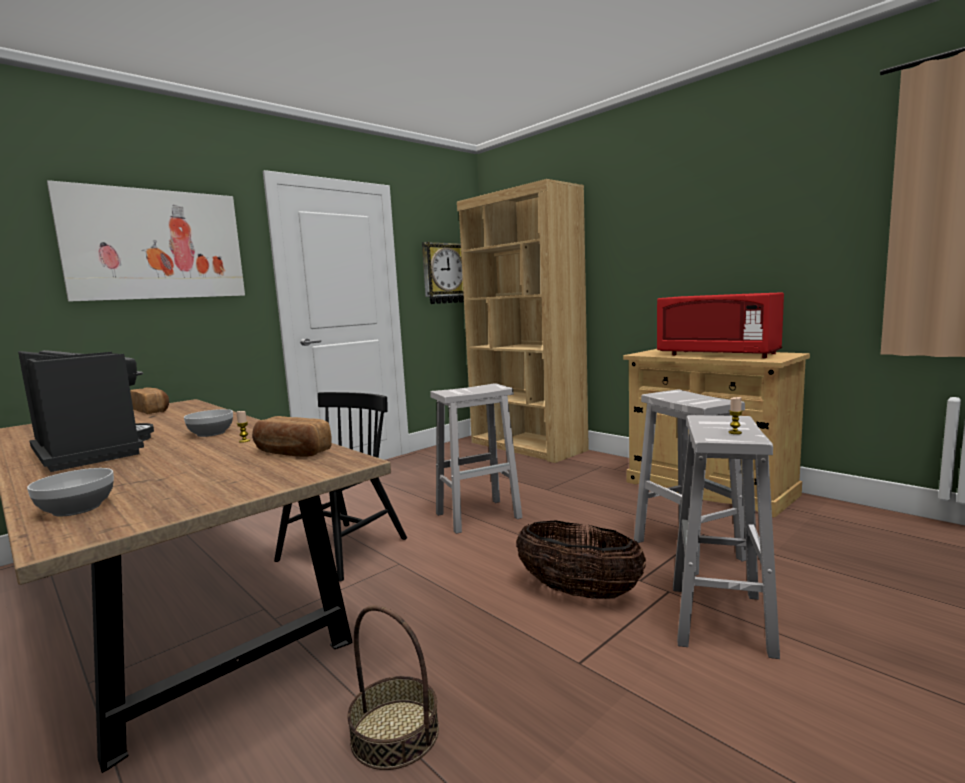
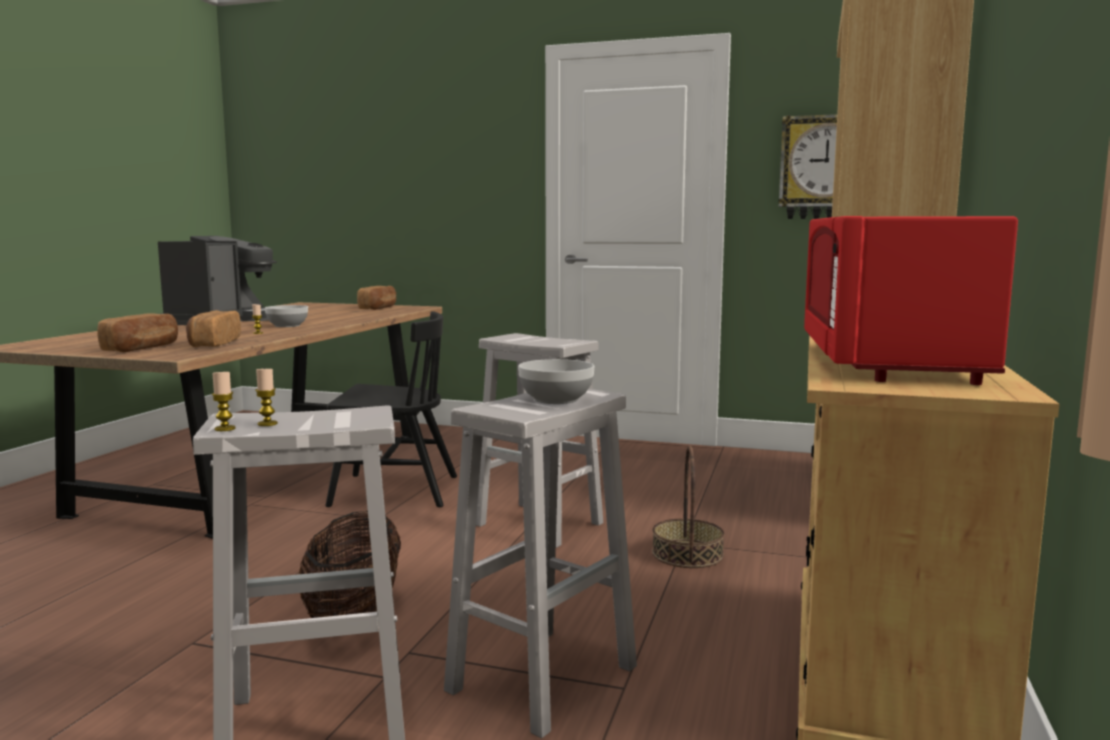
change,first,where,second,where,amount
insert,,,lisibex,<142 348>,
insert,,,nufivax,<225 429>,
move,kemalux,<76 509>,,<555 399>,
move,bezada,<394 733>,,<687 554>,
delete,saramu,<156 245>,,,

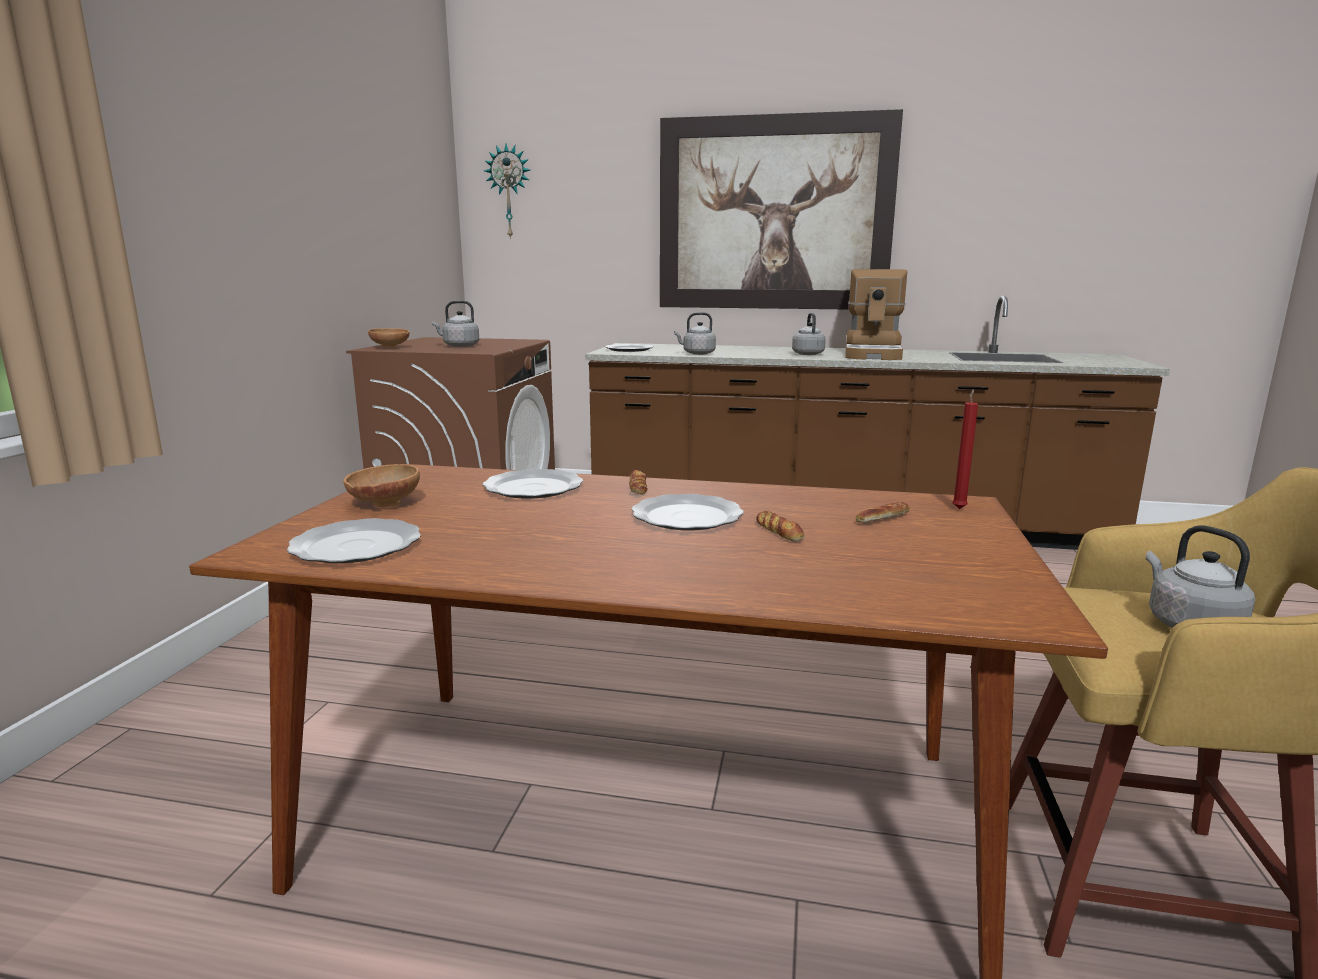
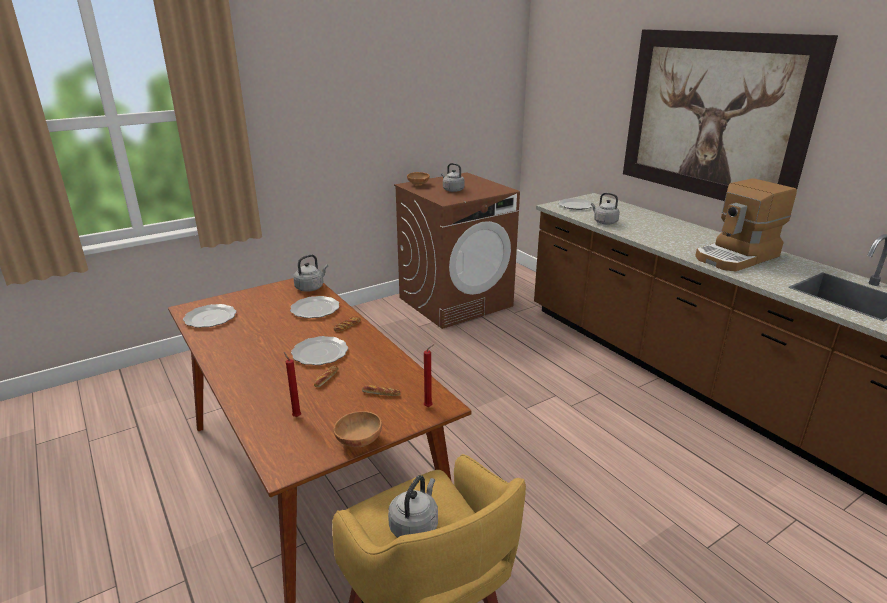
change,first,where,second,where,amount
insert,,,red_nufivax,<296 416>,
move,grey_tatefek,<807 354>,,<311 287>,
move,brown_kemalux,<383 504>,,<358 441>,
delete,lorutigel,<509 192>,,,

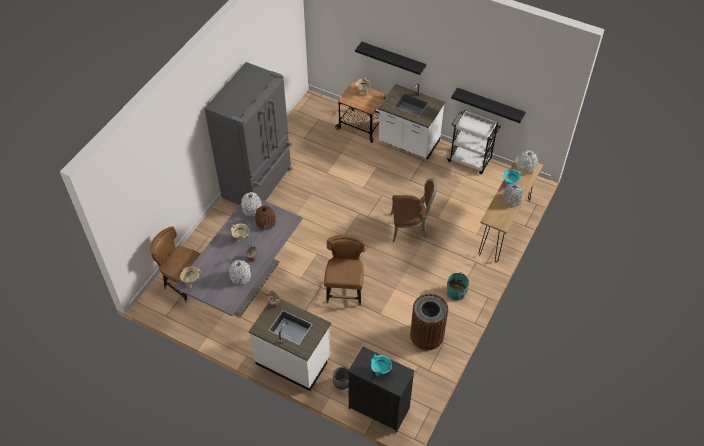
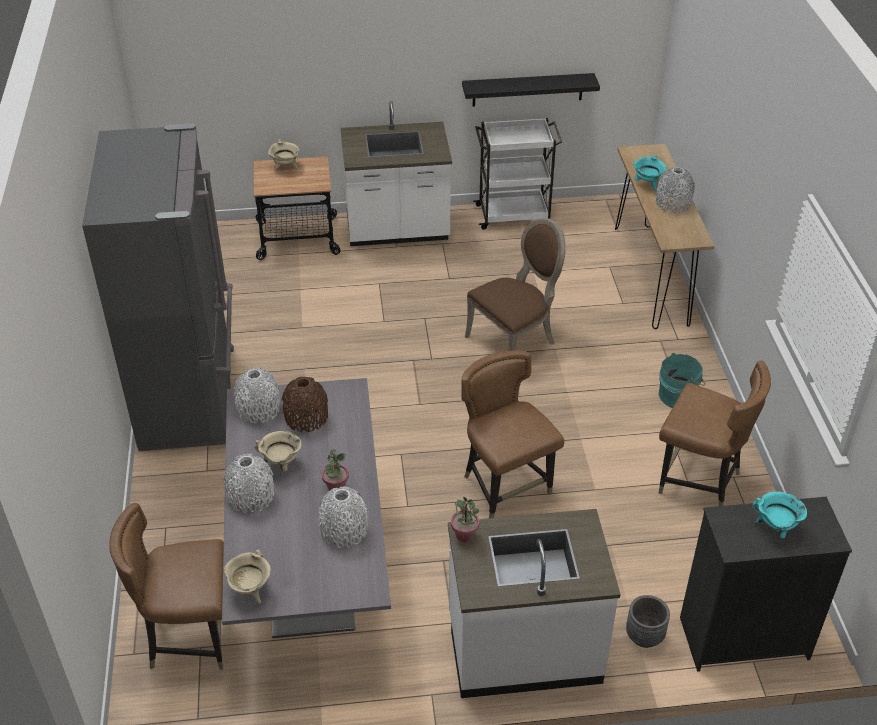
change,first,where,second,where,amount
move,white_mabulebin,<526 167>,,<251 496>,
replace,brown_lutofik,<427 335>,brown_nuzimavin,<699 480>,
delete,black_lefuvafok,<393 58>,,,

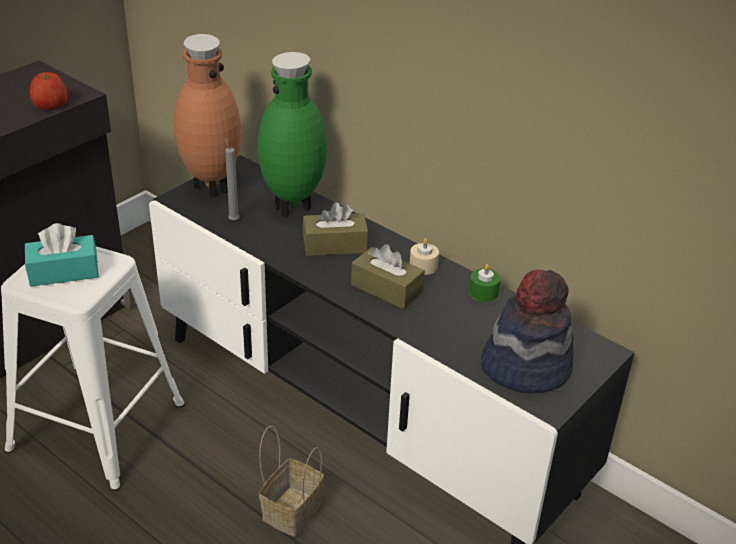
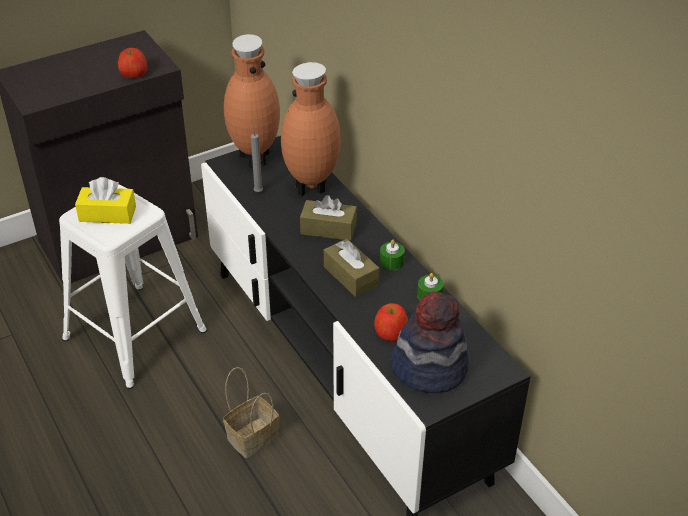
change,first,where,second,where,amount
recolor,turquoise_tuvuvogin,<64 272>,yellow_tuvuvogin,<107 214>,
recolor,green_mabulebin,<294 207>,brown_mabulebin,<312 188>,
insert,,,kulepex,<391 332>,
recolor,beige_nufivax,<423 266>,green_nufivax,<391 262>,

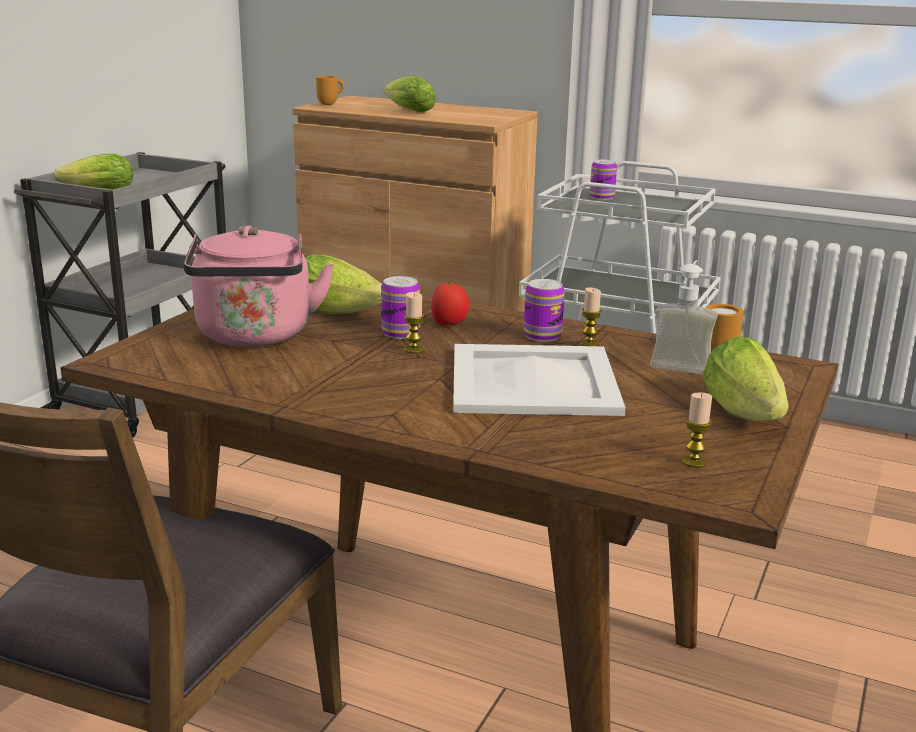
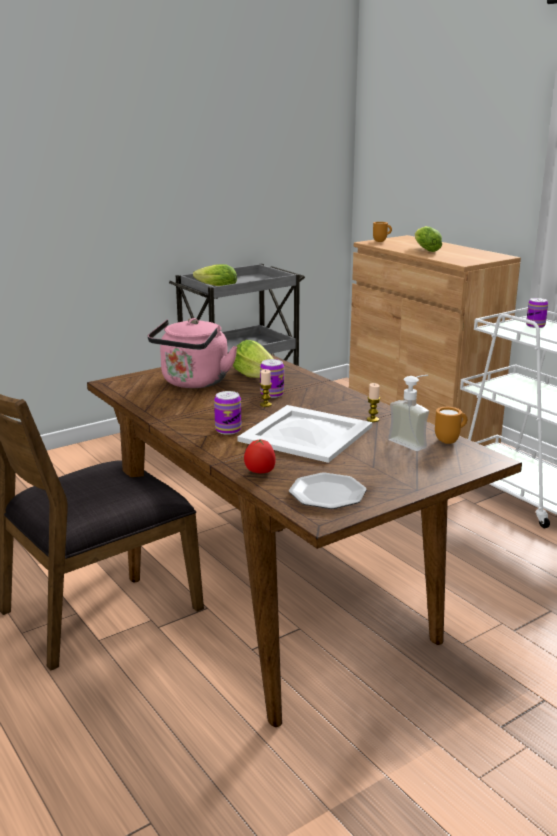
change,first,where,second,where,amount
move,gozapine,<542 336>,,<228 430>,
move,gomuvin,<449 324>,,<259 472>,
replace,nufivax,<694 462>,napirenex,<328 494>,
delete,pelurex,<746 414>,,,

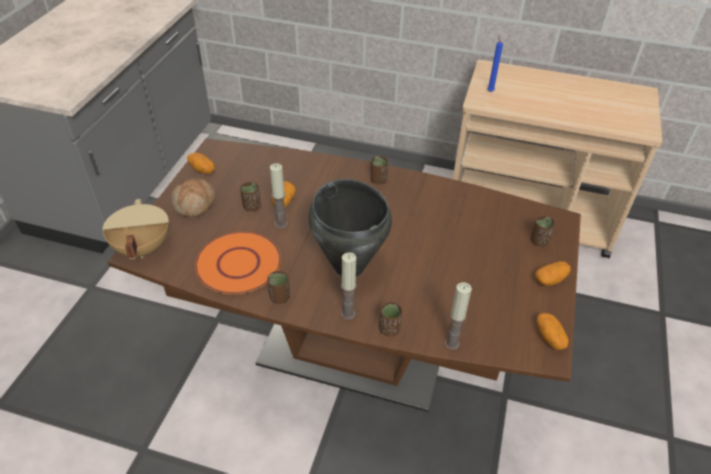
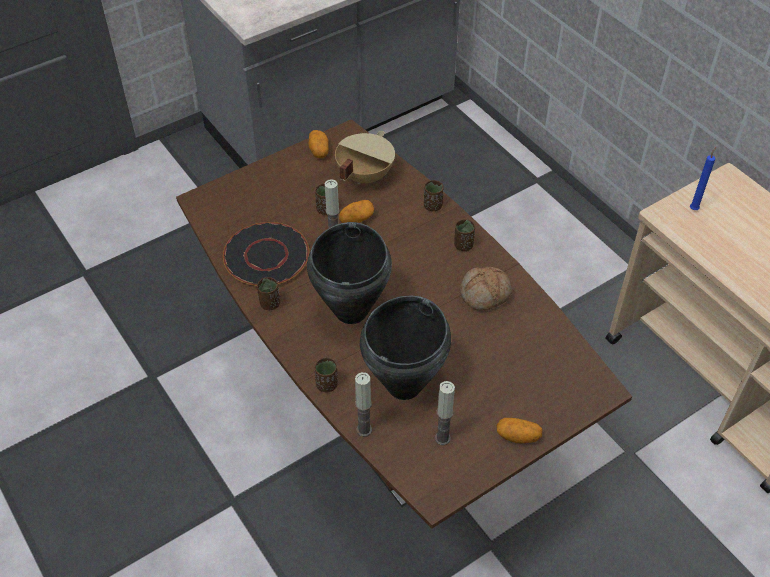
change,first,where,second,where,amount
recolor,orange_napirenex,<238 264>,black_napirenex,<266 255>,
move,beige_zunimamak,<141 248>,,<363 175>,
insert,,,black_zunimamak,<405 385>,
move,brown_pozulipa,<539 241>,,<433 206>,
move,nufivax,<348 314>,,<442 438>,
move,lisibex,<195 204>,,<485 294>,
delete,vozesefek,<549 337>,,,

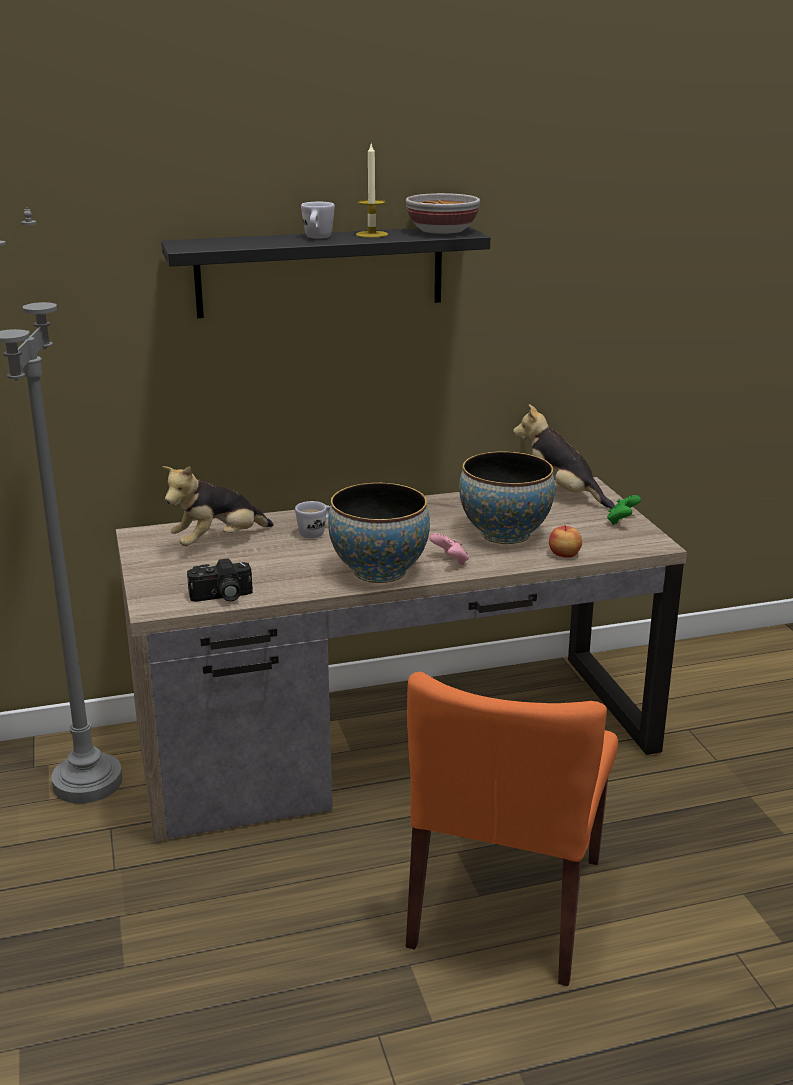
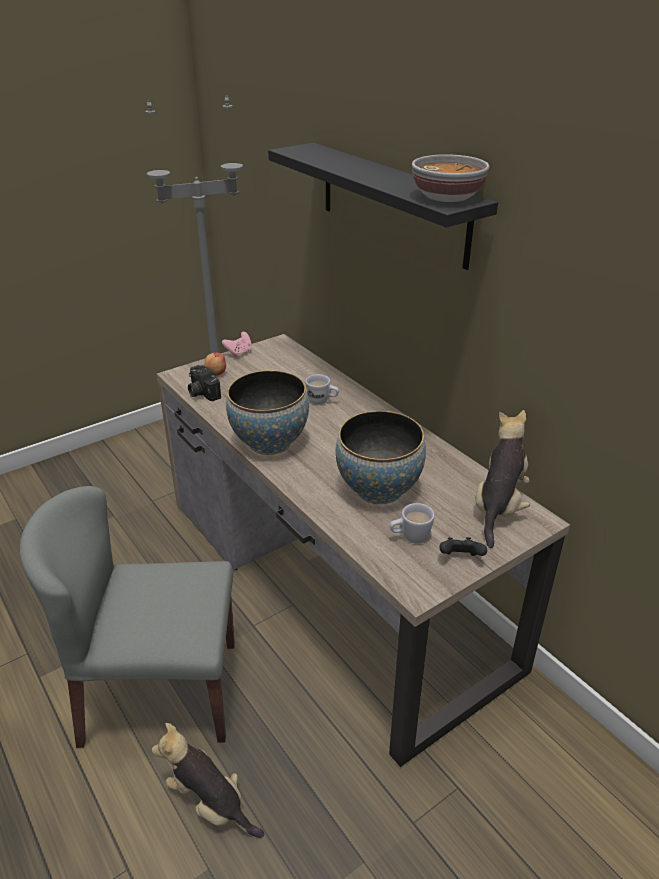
change,first,where,second,where,amount
recolor,orange_nuzimavin,<507 903>,grey_nuzimavin,<159 692>,
move,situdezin,<218 542>,,<210 803>,
move,kulepex,<564 555>,,<216 373>,
move,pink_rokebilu,<450 561>,,<239 353>,
move,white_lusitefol,<317 238>,,<410 537>,
recolor,green_rokebilu,<622 521>,black_rokebilu,<460 558>,
delete,nufivax,<371 234>,,,

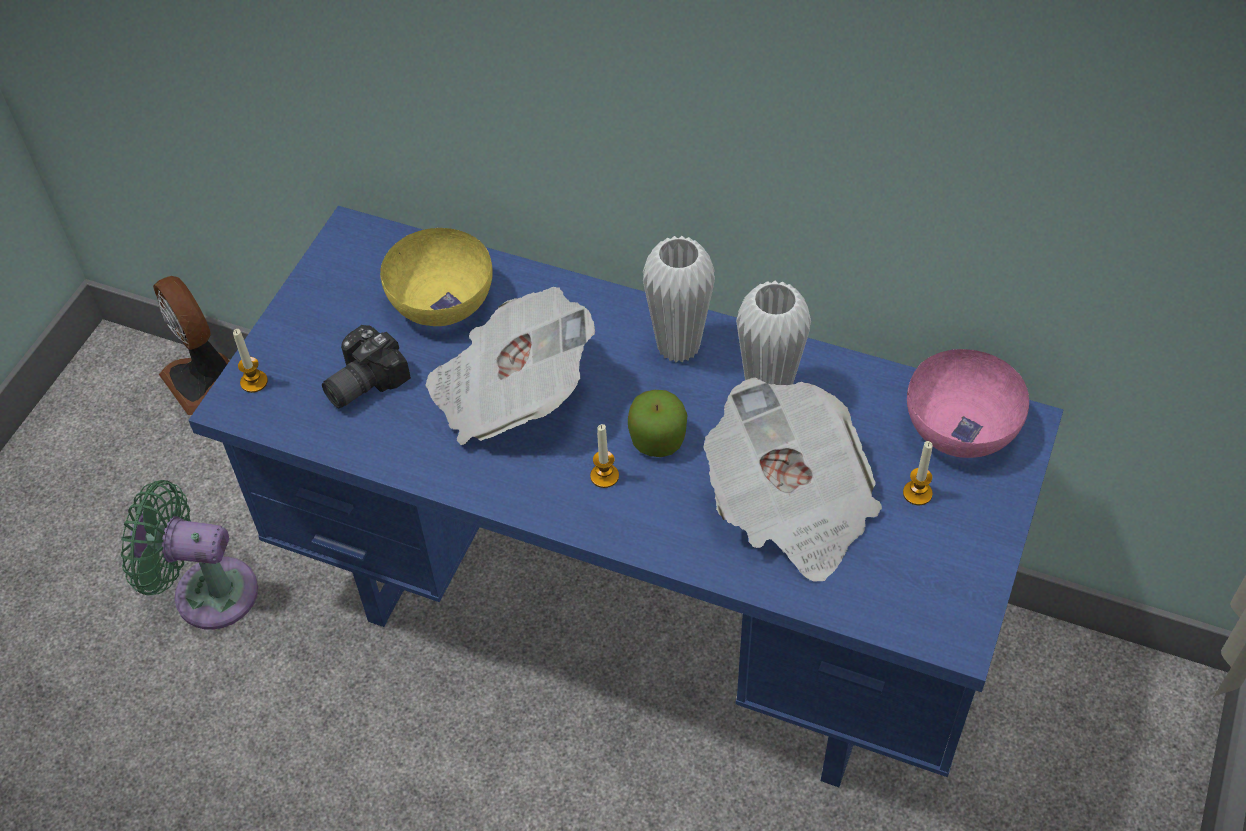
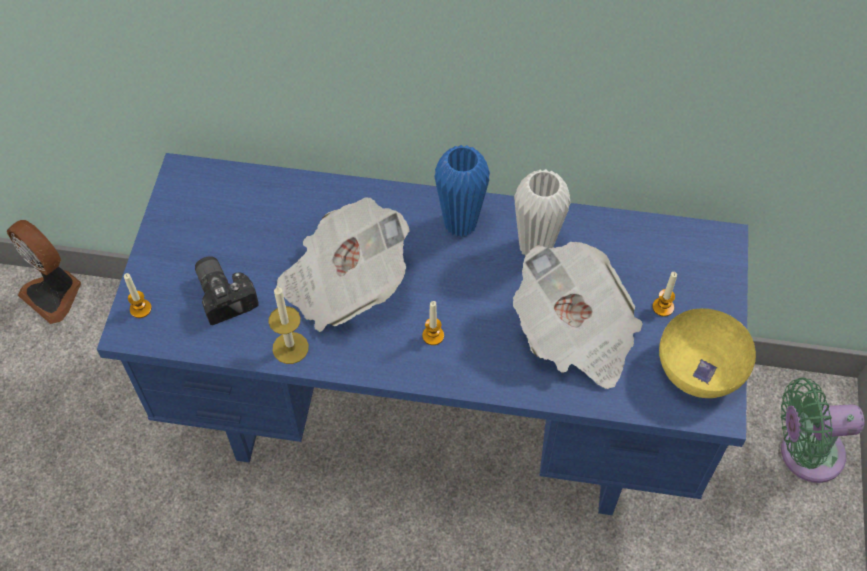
change,first,where,second,where,amount
rotate,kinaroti,<361 381>,,<225 293>,120 degrees clockwise
insert,,,nufivax,<290 348>,
recolor,white_mabulebin,<678 346>,blue_mabulebin,<460 224>,
move,yellow_kemalux,<442 300>,,<700 367>,
move,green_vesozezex,<207 592>,,<804 453>,
delete,kulepex,<658 439>,,,
delete,pink_kemalux,<961 426>,,,

